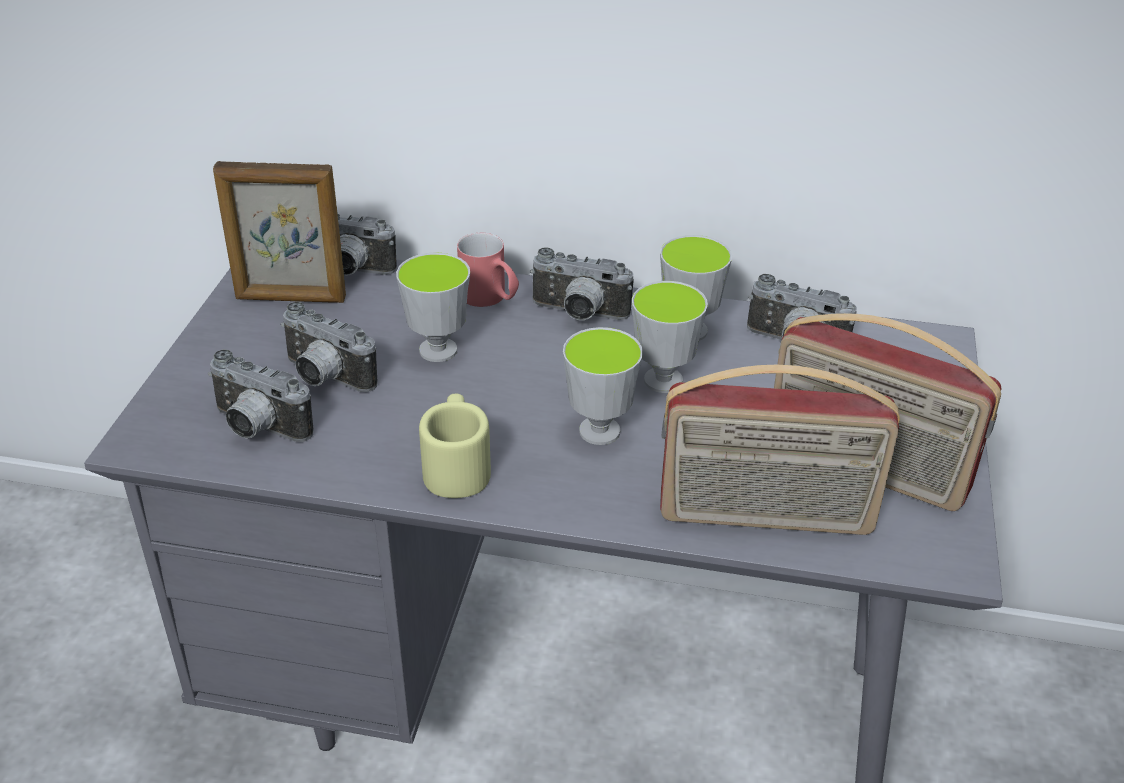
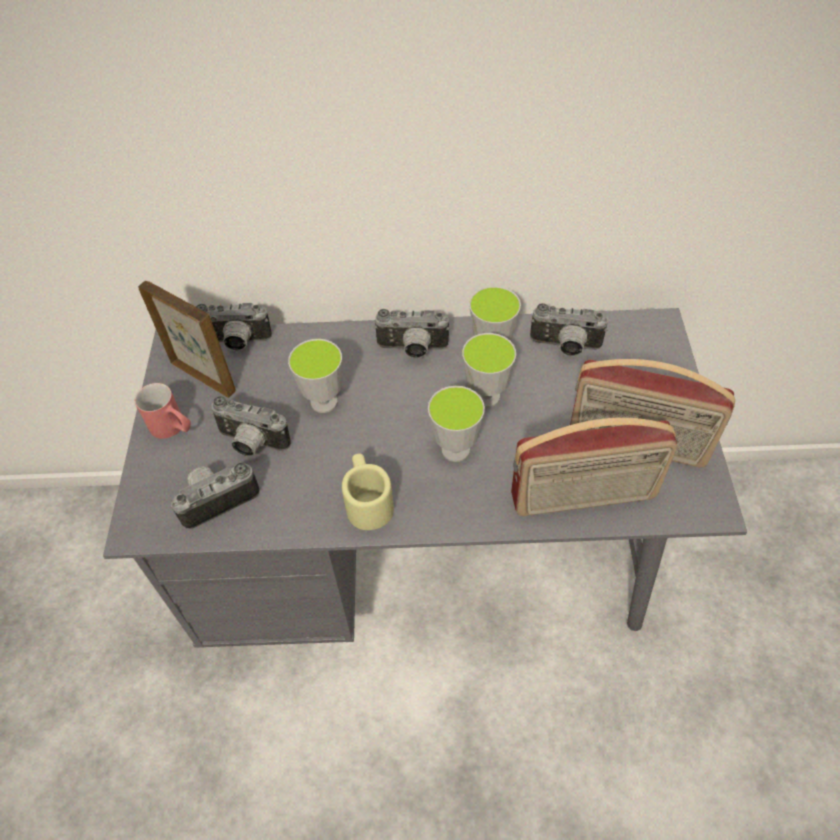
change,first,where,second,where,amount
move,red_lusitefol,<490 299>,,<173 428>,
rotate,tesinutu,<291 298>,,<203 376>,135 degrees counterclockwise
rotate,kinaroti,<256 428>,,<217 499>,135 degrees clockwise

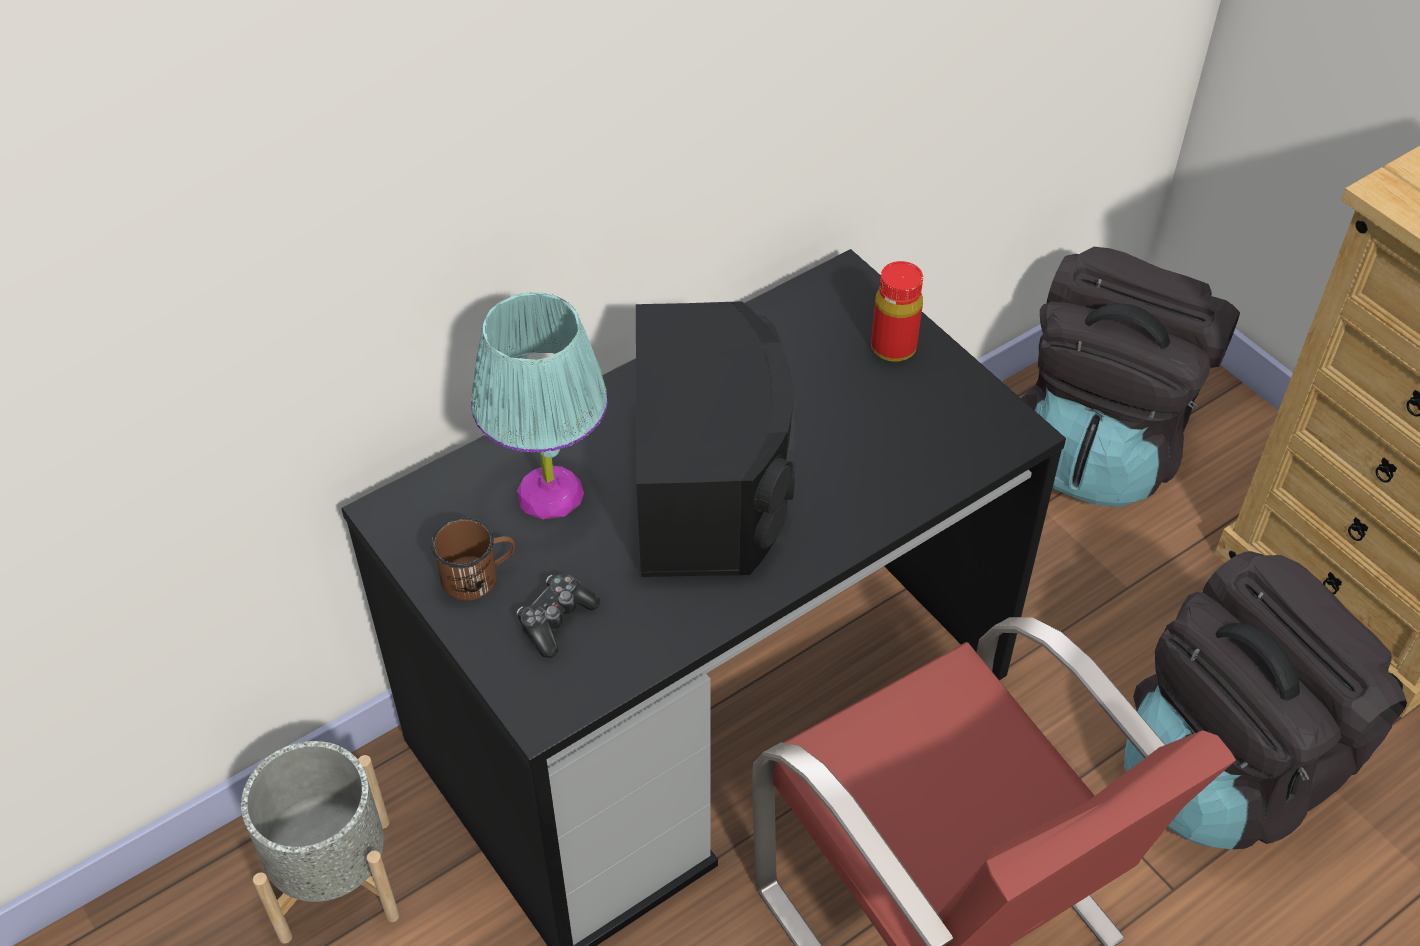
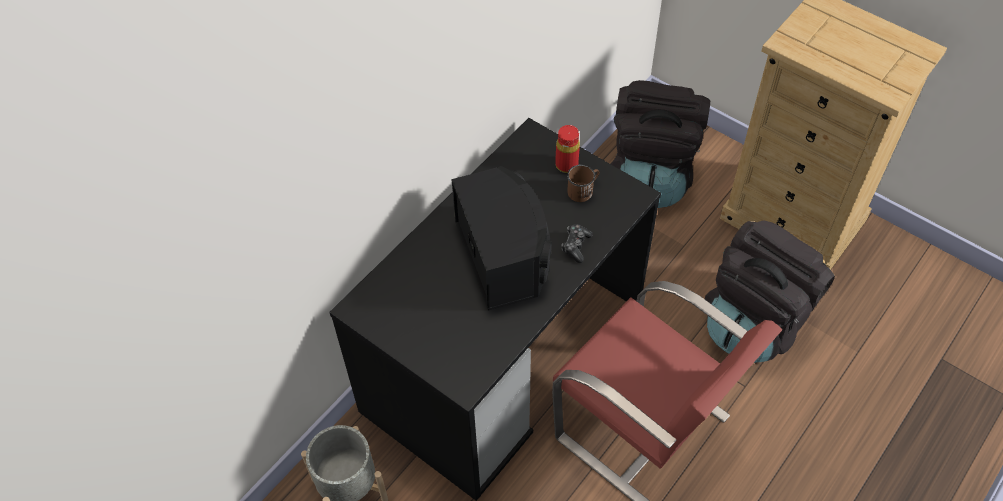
change,first,where,second,where,amount
move,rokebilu,<556 620>,,<576 246>,
move,brown_lusitefol,<478 576>,,<583 190>,
delete,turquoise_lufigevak,<550 492>,,,

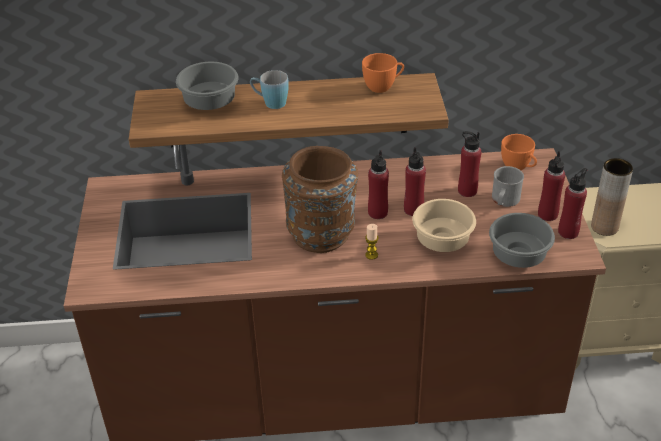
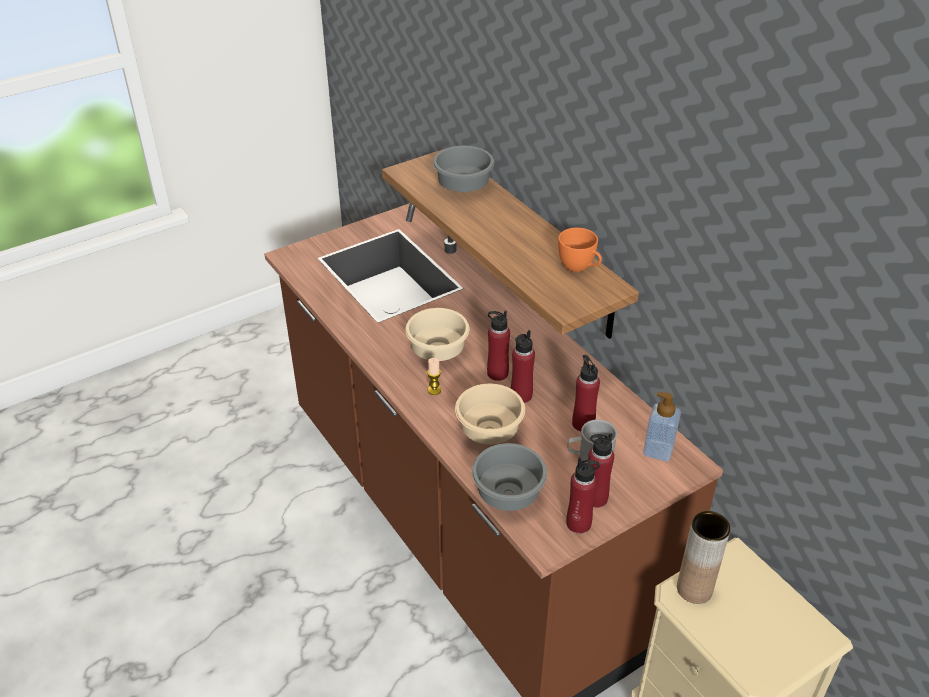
change,first,where,second,where,amount
replace,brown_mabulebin,<322 234>,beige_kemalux,<439 350>,
replace,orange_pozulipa,<518 167>,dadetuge,<658 451>,
delete,blue_lusitefol,<270 102>,,,

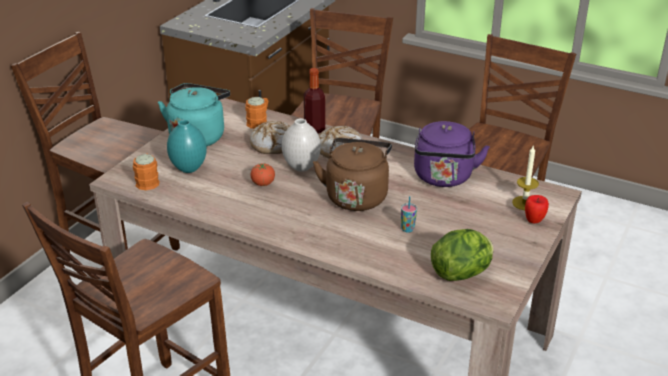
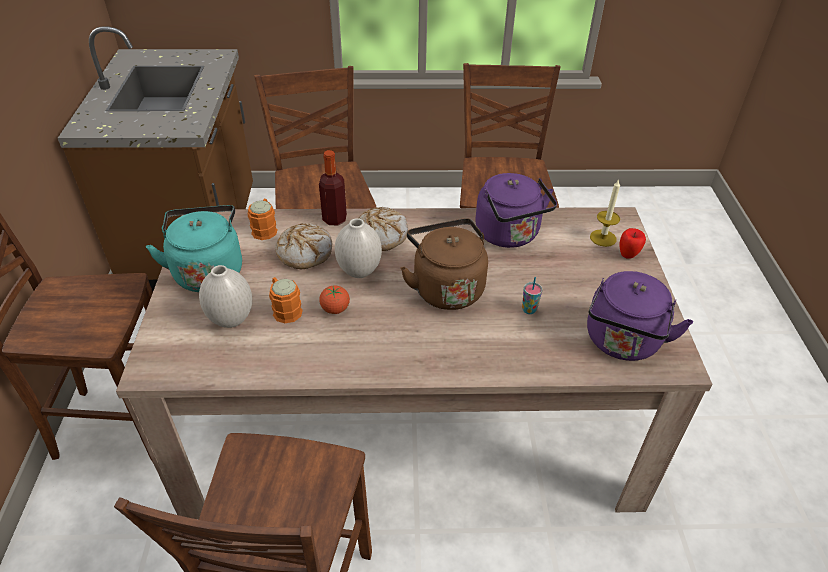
change,first,where,second,where,amount
recolor,turquoise_mabulebin,<189 168>,white_mabulebin,<231 319>,
move,orange_lusitefol,<148 181>,,<285 309>,
replace,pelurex,<462 273>,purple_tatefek,<622 343>,

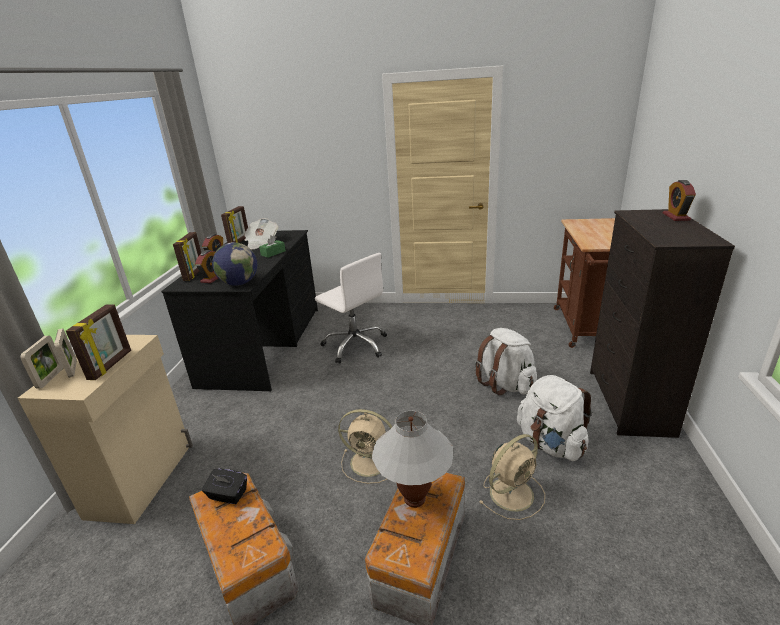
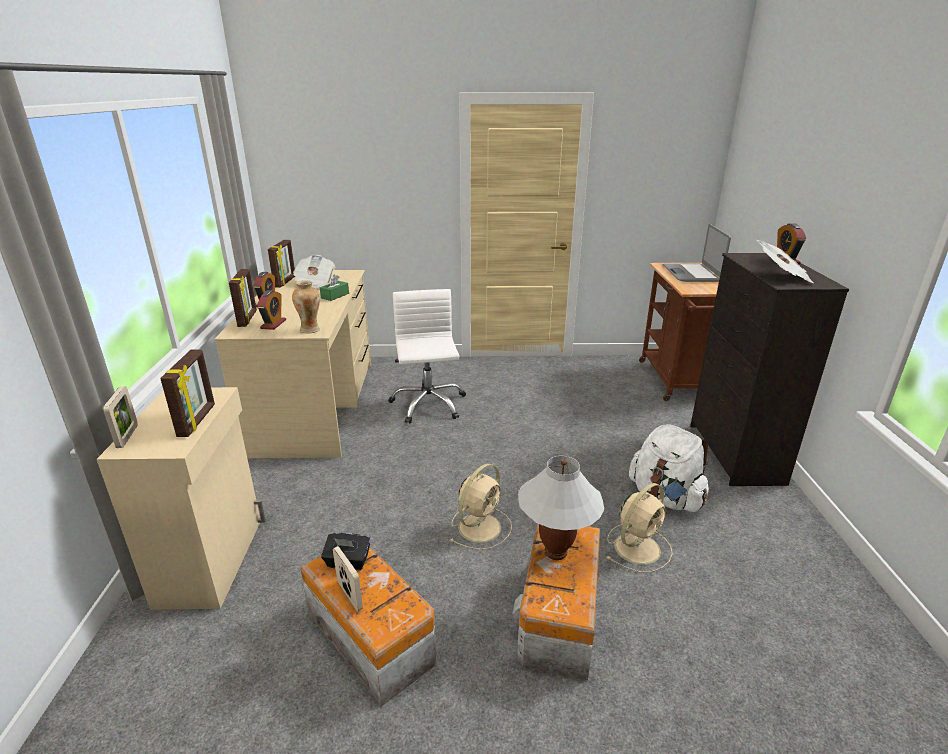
change,first,where,second,where,amount
recolor,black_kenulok,<264 344>,beige_kenulok,<316 405>,
replace,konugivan,<239 283>,mabulebin,<310 330>,
move,tesinutu,<73 369>,,<349 596>,
rotate,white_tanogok,<355 345>,,<428 404>,135 degrees counterclockwise
rotate,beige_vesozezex,<371 462>,,<481 526>,60 degrees counterclockwise
insert,,,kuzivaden,<691 273>,
insert,,,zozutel,<782 277>,
delete,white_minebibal,<505 384>,,,

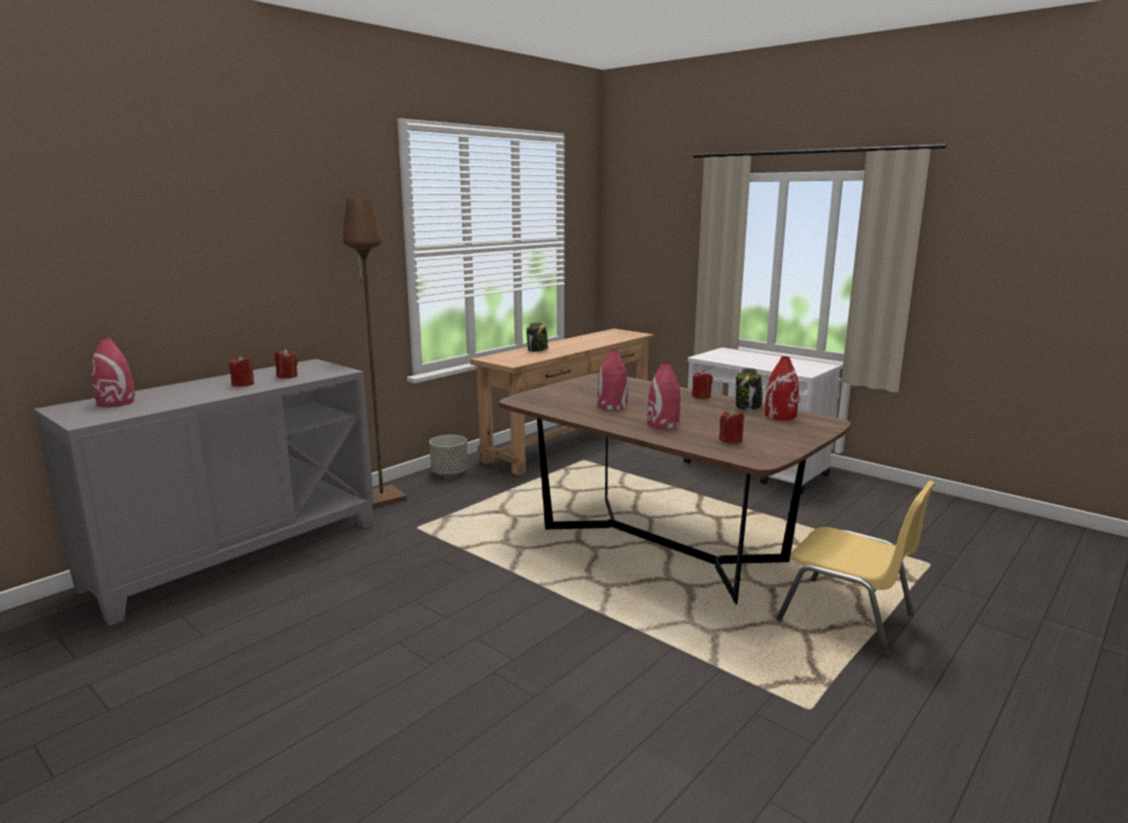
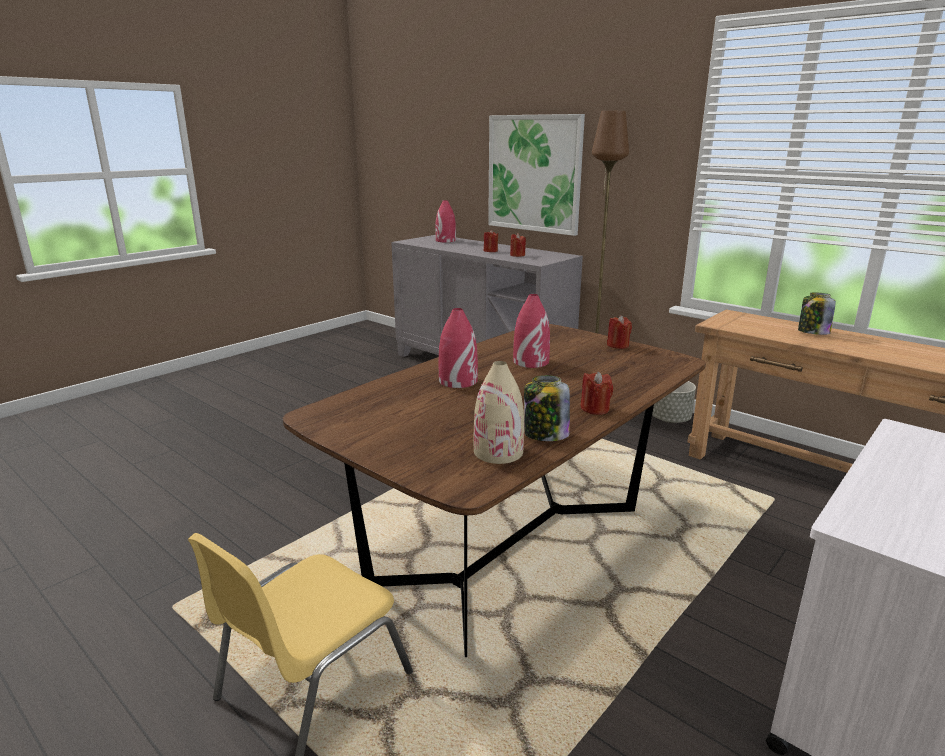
change,first,where,second,where,amount
recolor,red_mabulebin,<780 415>,beige_mabulebin,<499 452>,
insert,,,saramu,<534 174>,
move,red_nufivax,<731 440>,,<618 345>,

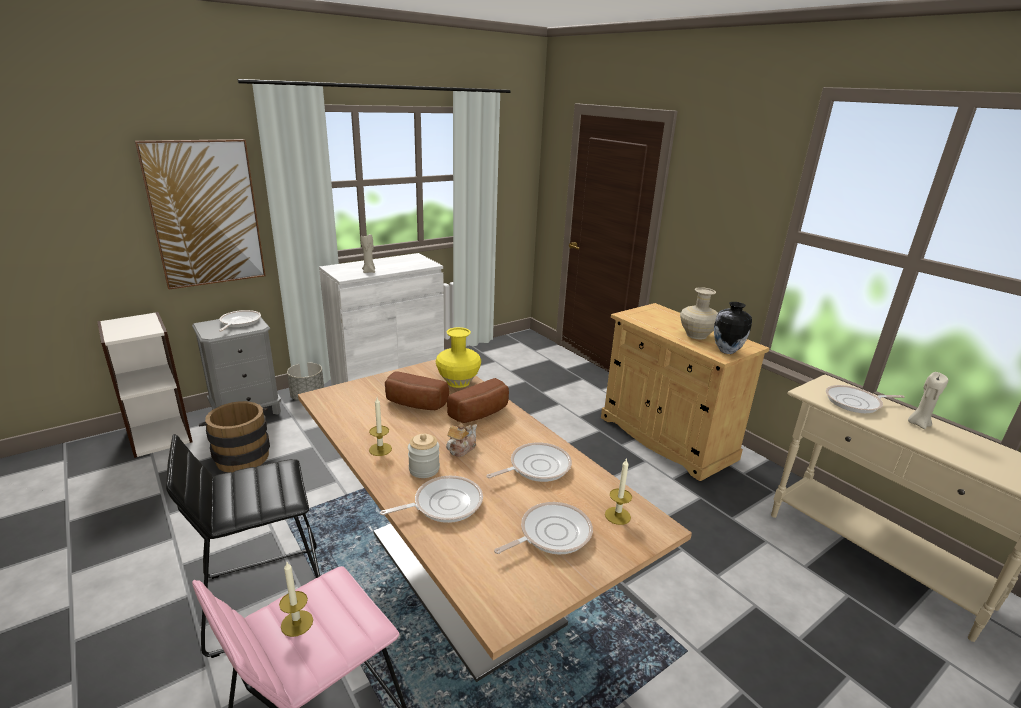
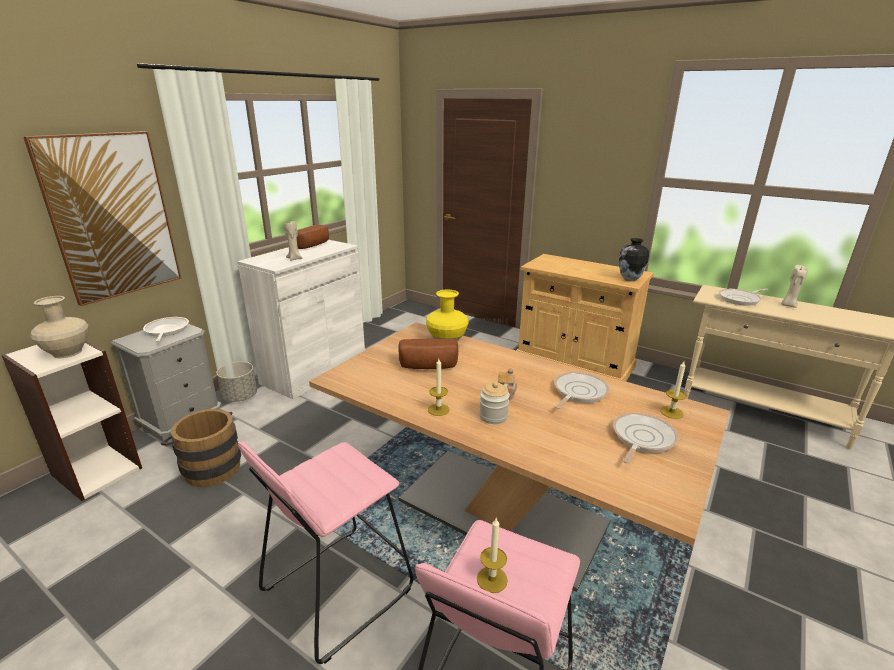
change,first,where,second,where,amount
move,beige_mabulebin,<696 335>,,<67 353>,
recolor,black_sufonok,<265 597>,pink_sufonok,<337 589>,
move,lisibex,<481 413>,,<313 245>,
delete,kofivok,<444 504>,,,

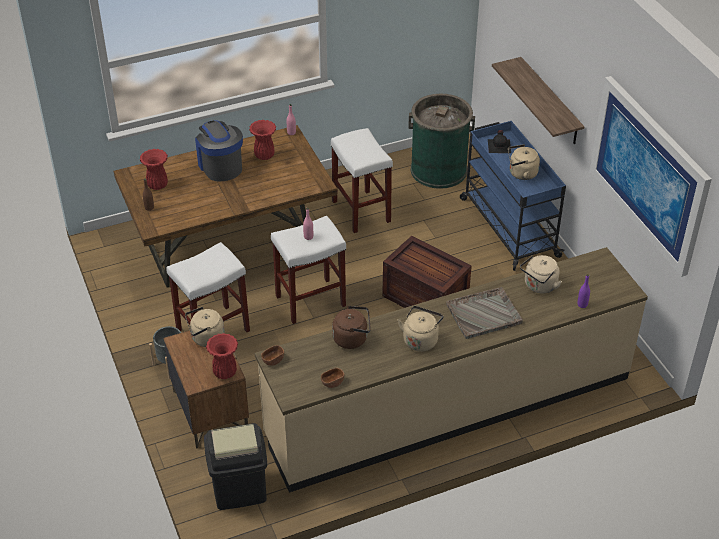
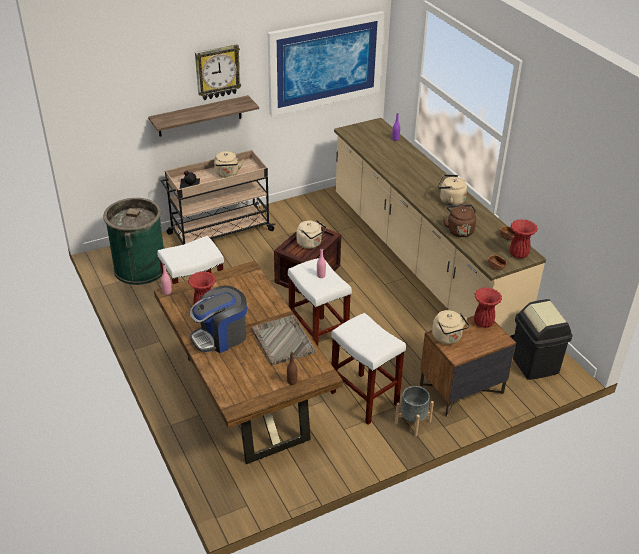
change,first,where,second,where,amount
recolor,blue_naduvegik,<508 226>,beige_naduvegik,<219 232>,
insert,,,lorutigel,<217 72>,
move,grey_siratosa,<484 314>,,<282 340>,
move,beige_tatefek,<539 286>,,<310 244>,
move,red_mabulebin,<157 185>,,<519 254>,

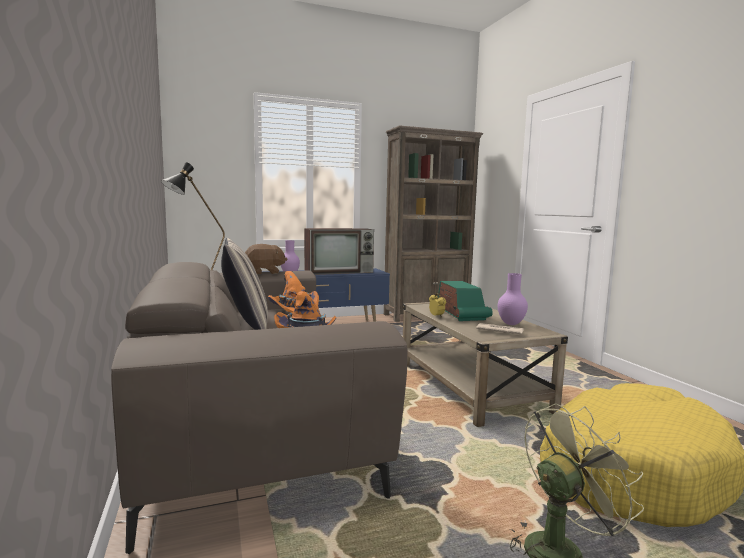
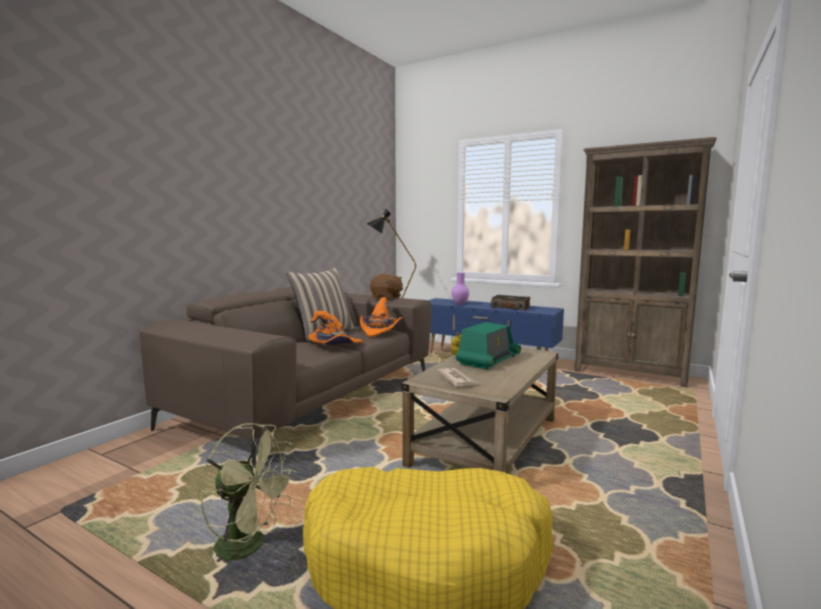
change,first,where,second,where,amount
replace,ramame,<340 272>,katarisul,<511 307>,
delete,purple_mabulebin,<510 324>,,,

